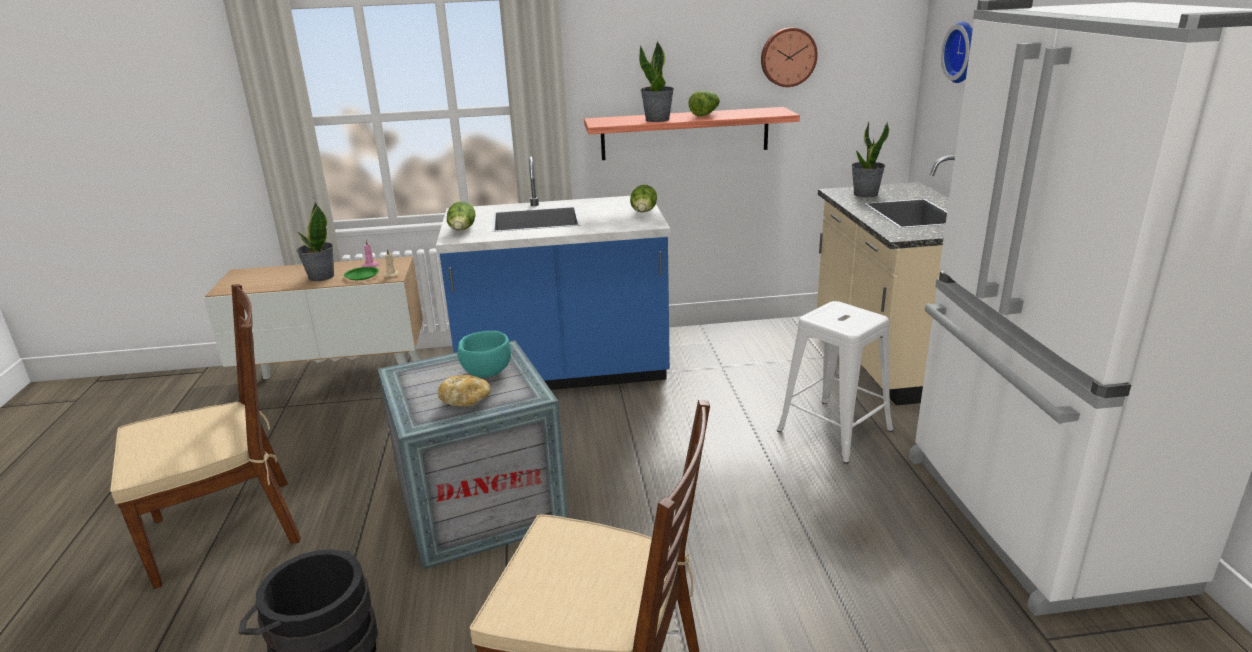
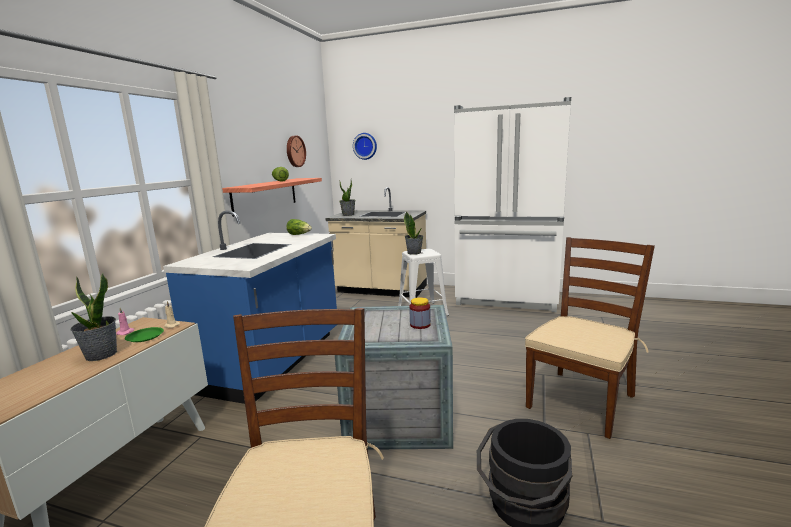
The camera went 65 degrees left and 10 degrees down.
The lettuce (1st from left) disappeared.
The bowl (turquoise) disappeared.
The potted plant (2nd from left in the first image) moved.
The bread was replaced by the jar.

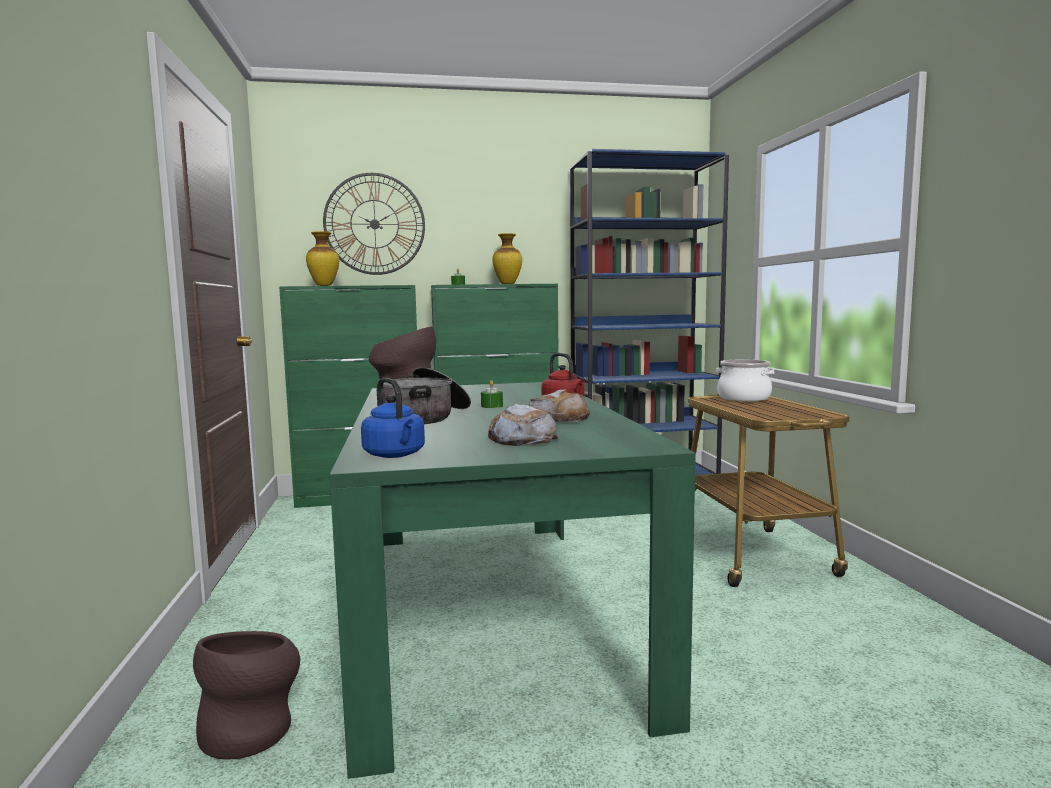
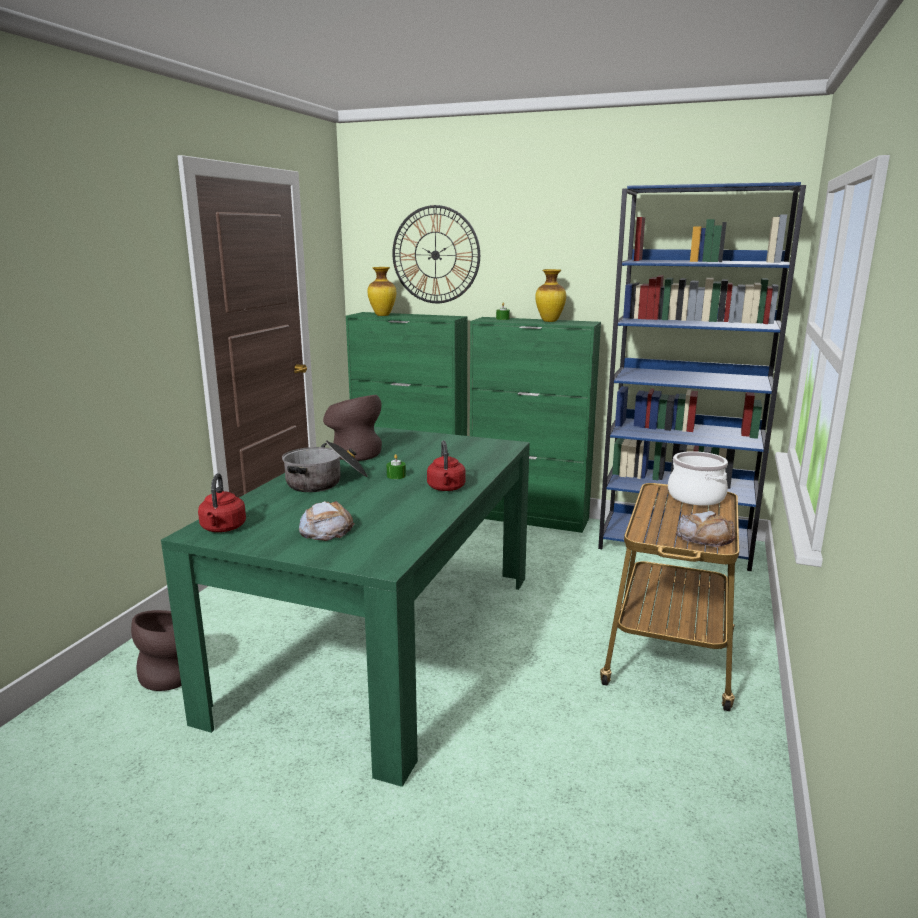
The camera went 30 degrees right and 10 degrees up.
The bread (2nd from left) moved.
The kettle (blue) became the kettle (red) (1st from left).

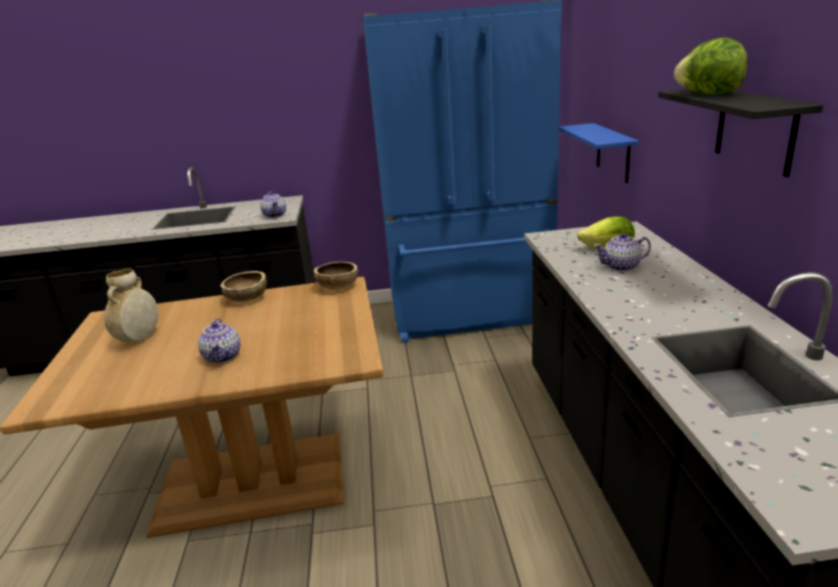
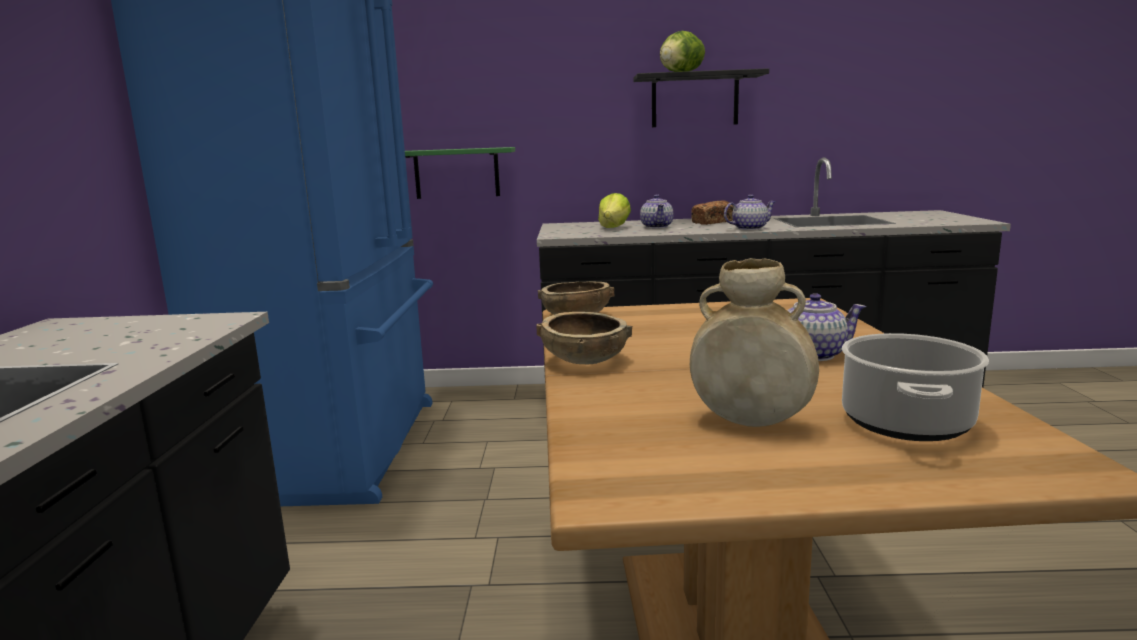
The camera went 85 degrees left and 10 degrees down.
The bread appeared.
The cooking pot appeared.
The teapot (2nd from left) moved.
The shelf (blue) became the shelf (green).

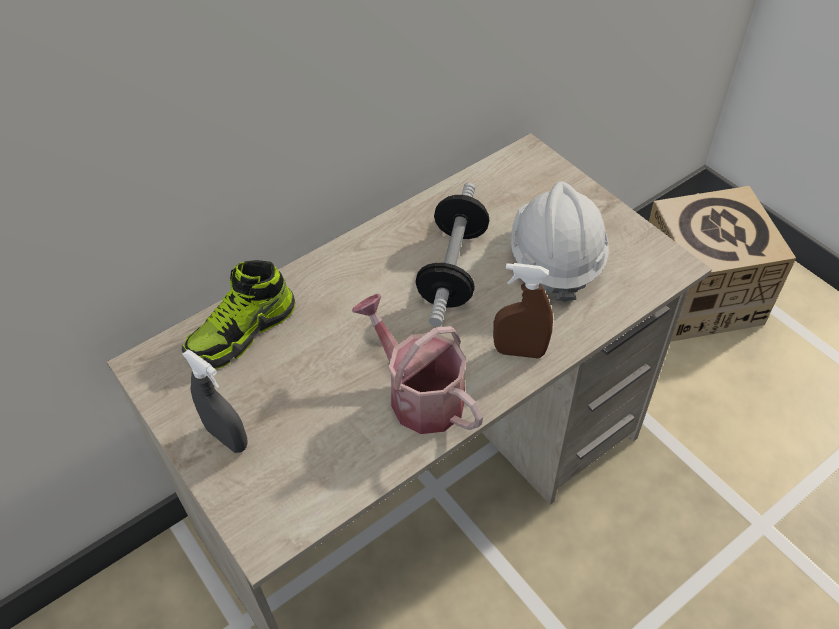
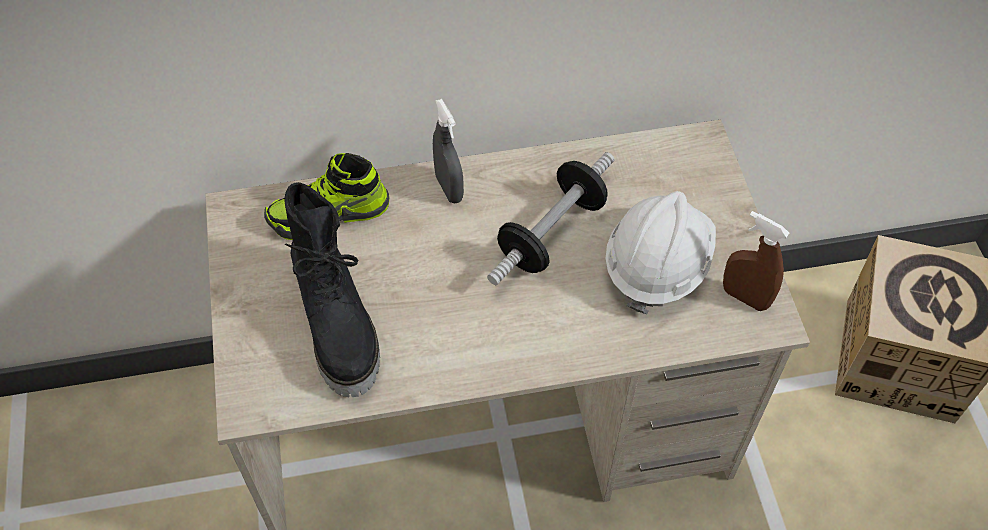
The camera went 25 degrees right and 5 degrees up.
The watering can disappeared.
The boot (black) appeared.
The spray bottle (grey) moved.
The spray bottle (brown) moved.

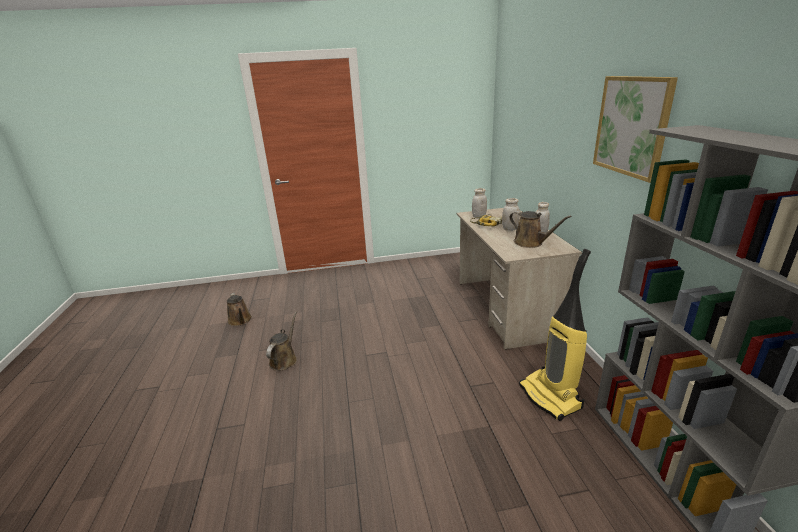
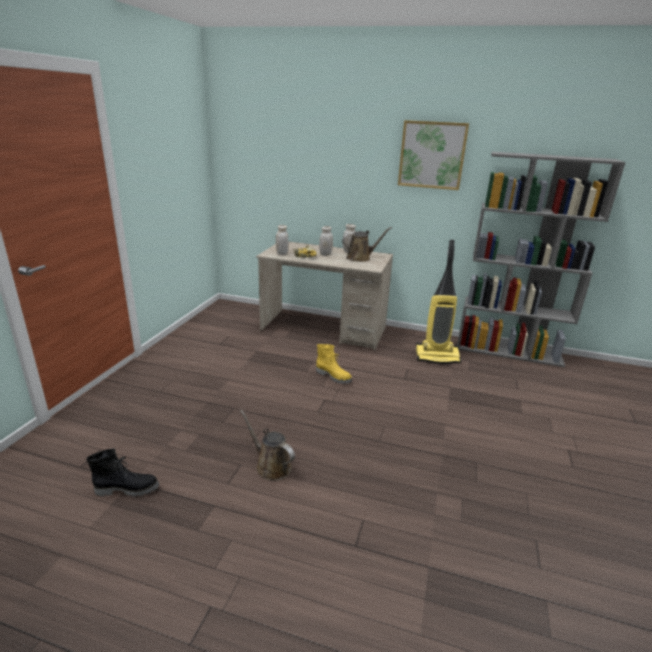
The camera went 65 degrees left and 0 degrees up.
The boot (yellow) appeared.
The watering can (brown) (1st from left) was replaced by the boot (black).

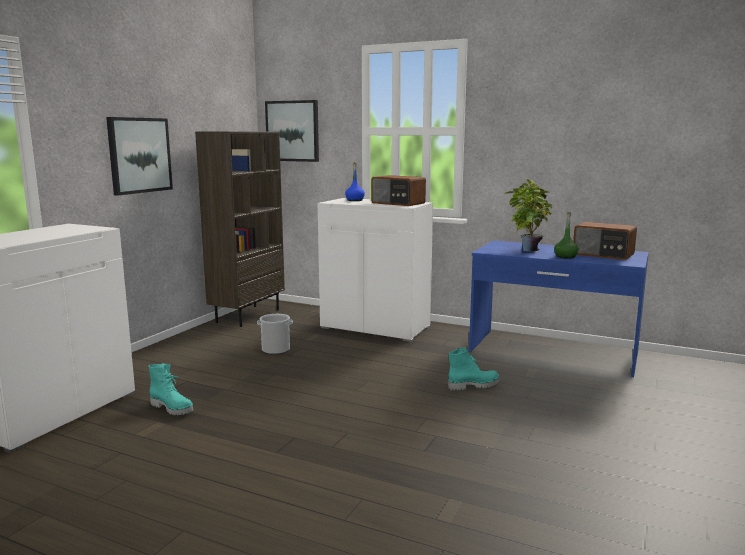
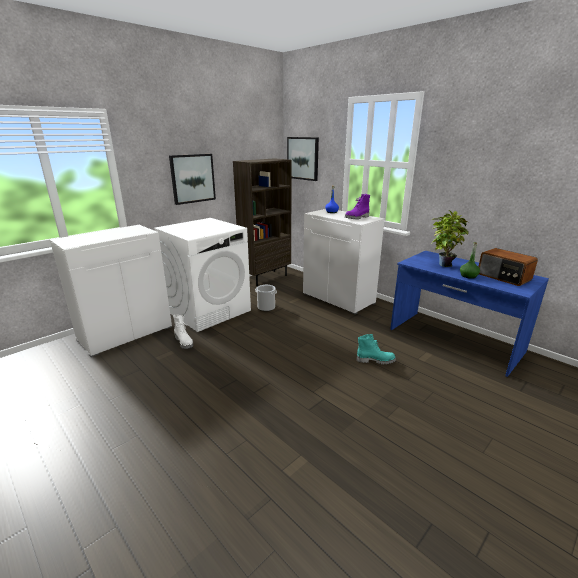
The camera went 20 degrees right and 10 degrees up.
The washing machine (white) appeared.
The radio (1st from left) was replaced by the boot (purple).
The boot (turquoise) (1st from left) became the boot (white).

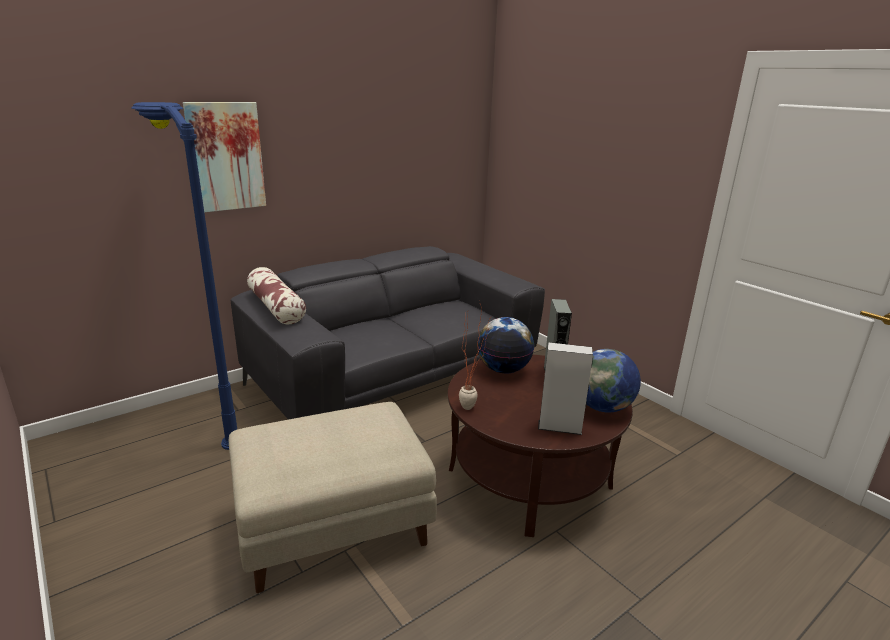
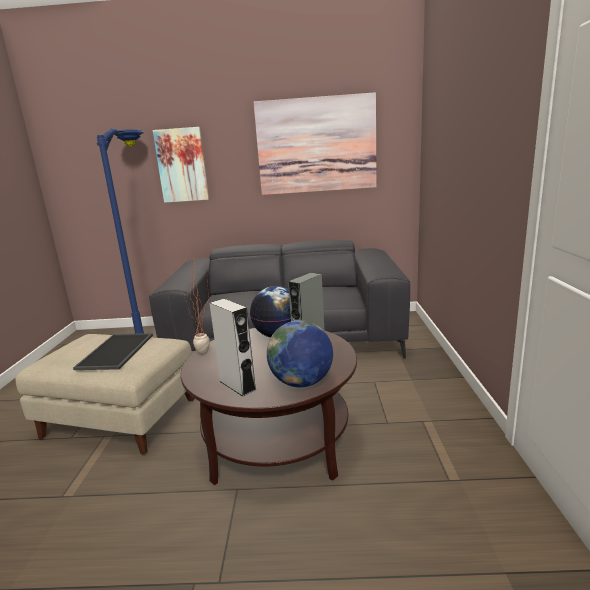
The camera went 40 degrees right and 5 degrees down.
The pillow disappeared.
The tray appeared.
The picture (2nd from left) appeared.

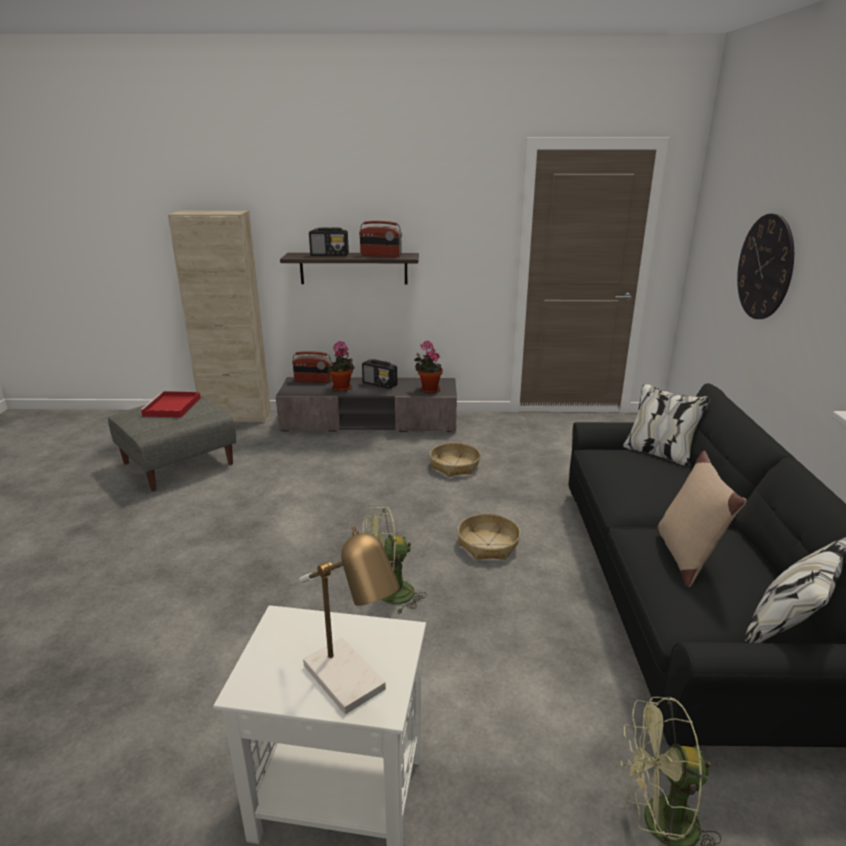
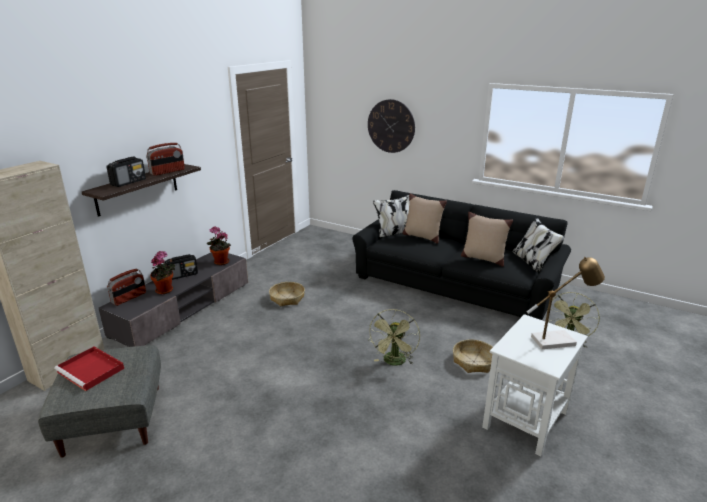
The camera went 60 degrees left and 0 degrees up.
The pillow (beige) (1st from left) appeared.
The basket (2nd from left) moved.

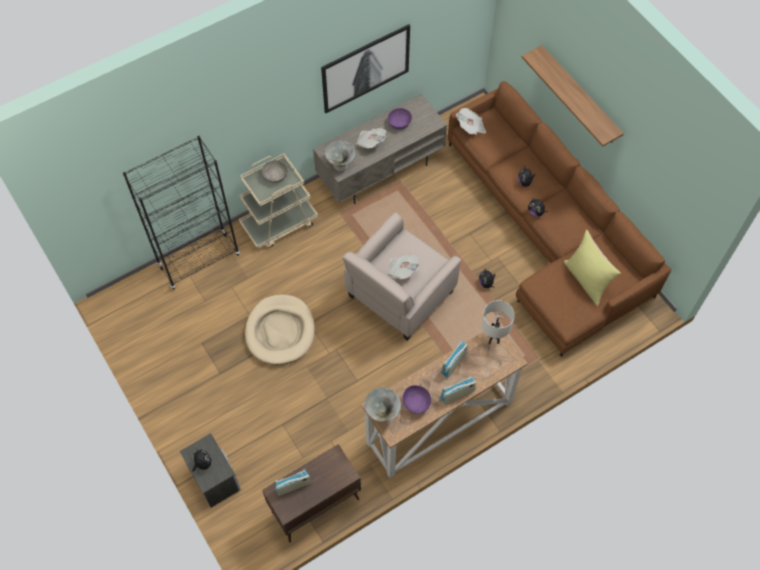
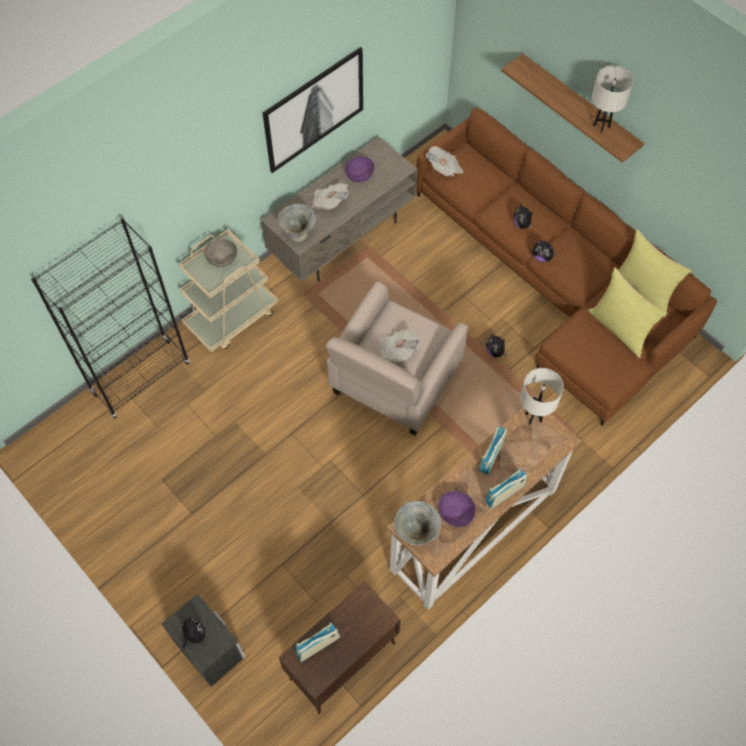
The camera went 10 degrees left and 0 degrees up.
The dog bed (beige) disappeared.
The table lamp (white) (2nd from left) appeared.
The pillow (yellow) (2nd from left) appeared.

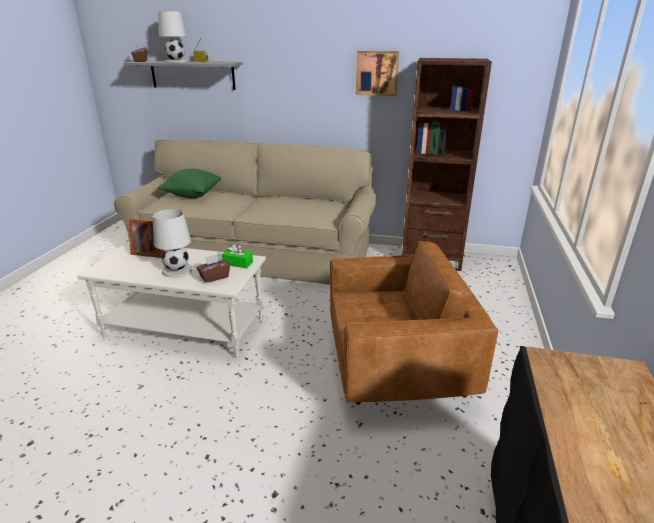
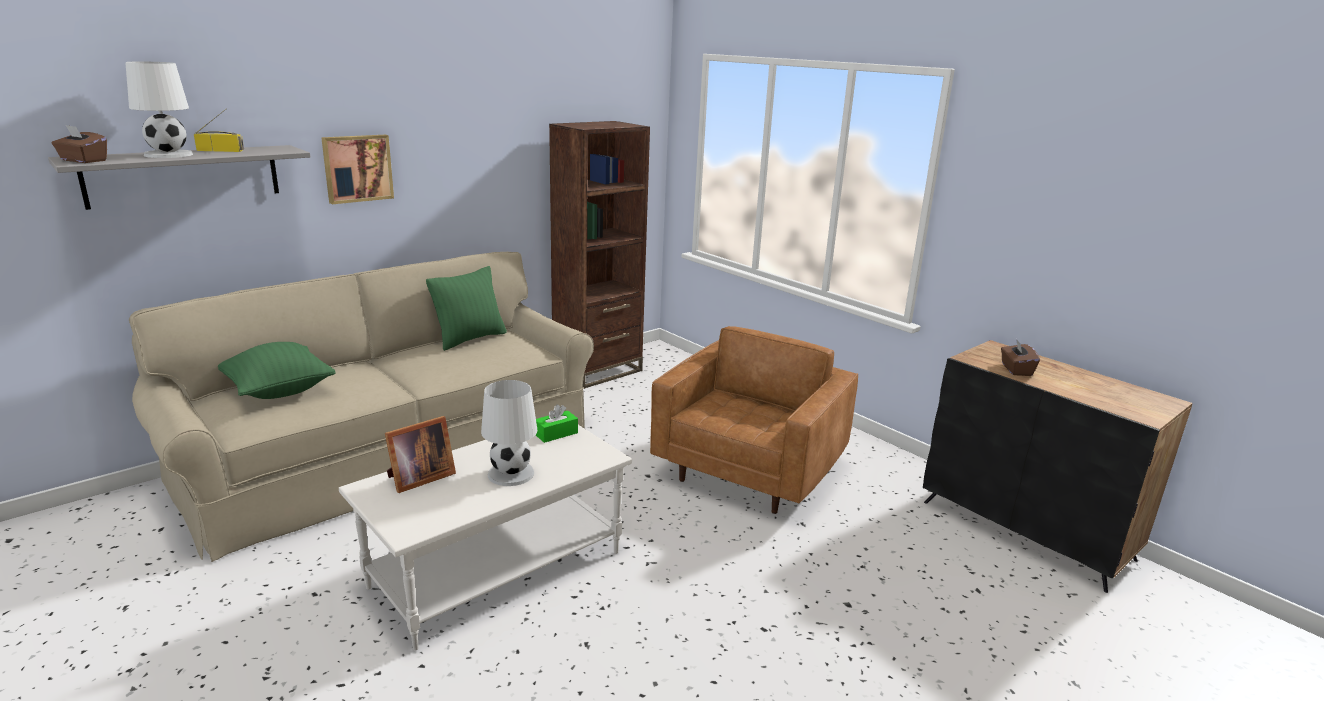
The camera went 55 degrees left and 5 degrees down.
The pillow (green) (2nd from left) appeared.
The tissue box (brown) (2nd from left) moved.
The picture moved.

